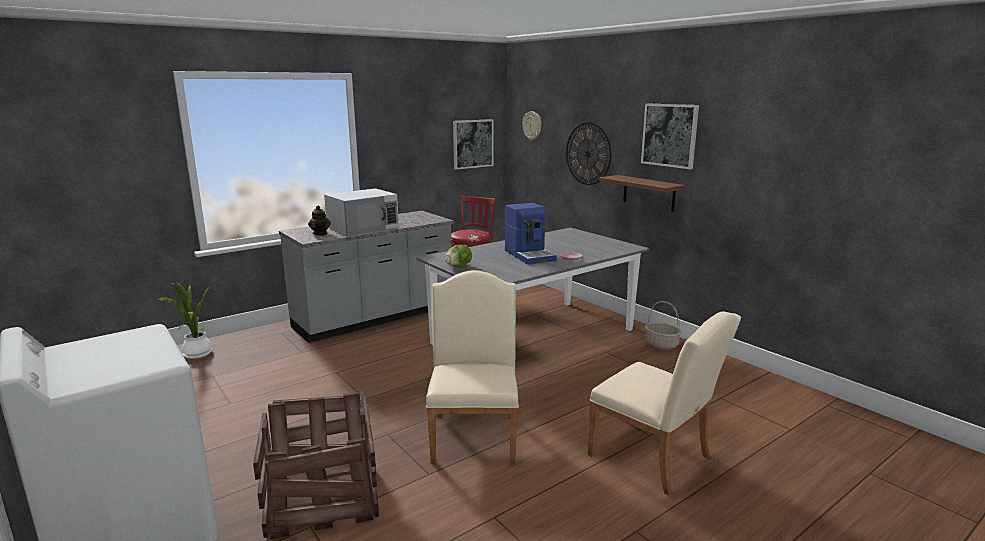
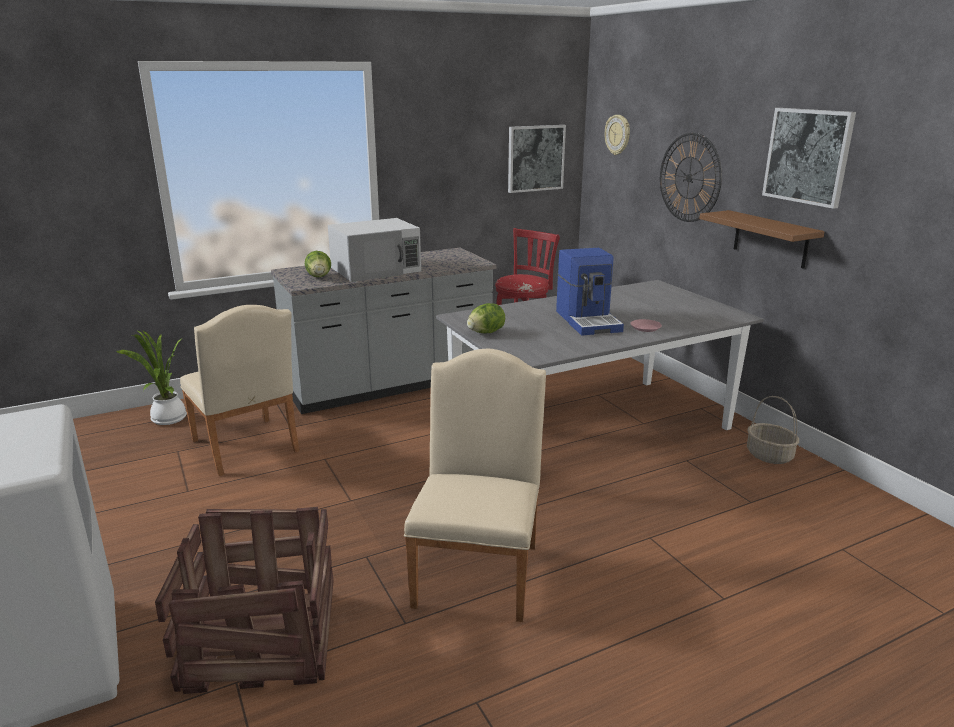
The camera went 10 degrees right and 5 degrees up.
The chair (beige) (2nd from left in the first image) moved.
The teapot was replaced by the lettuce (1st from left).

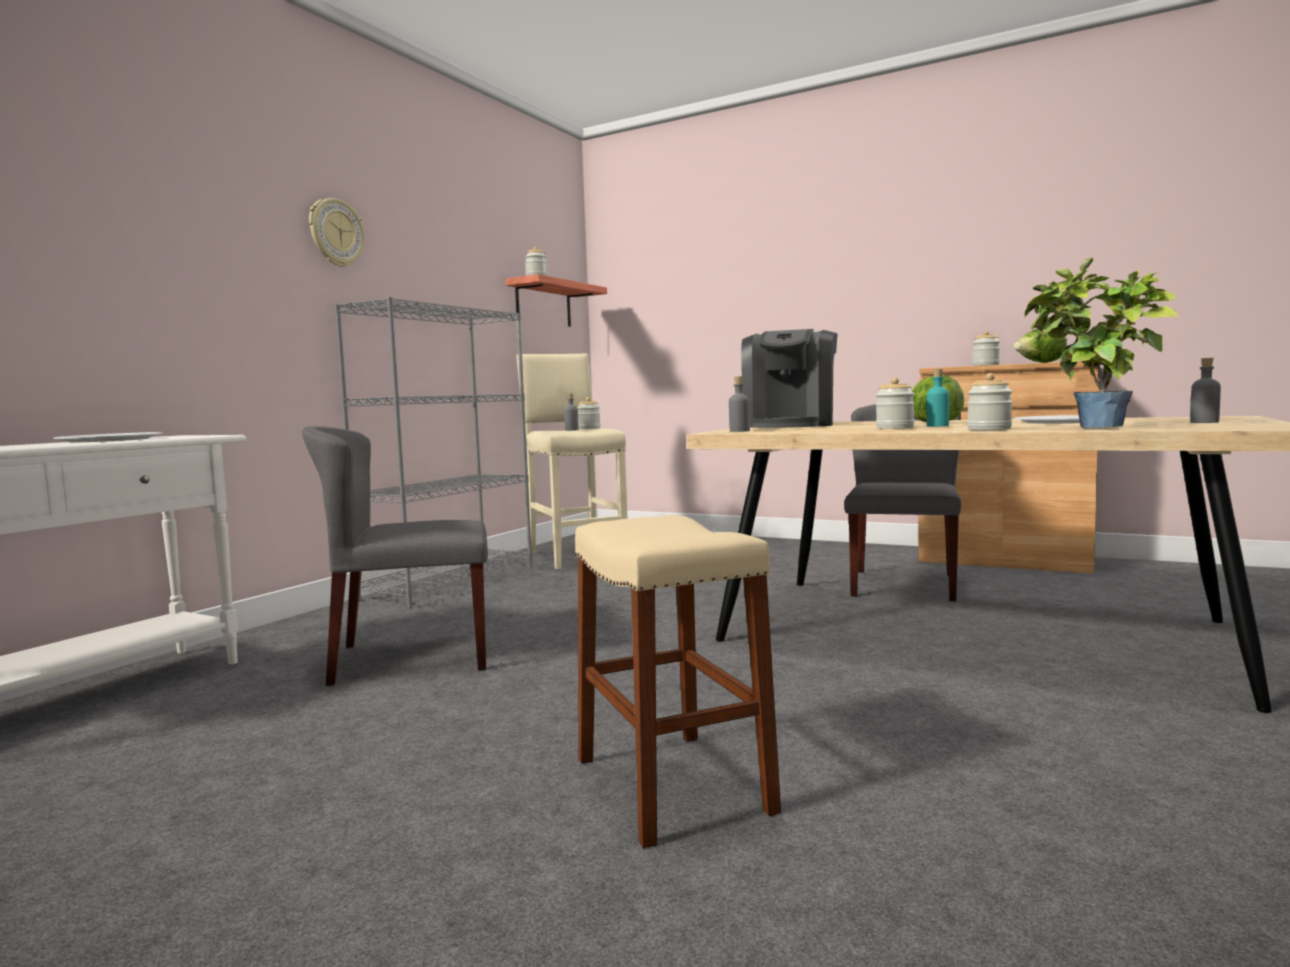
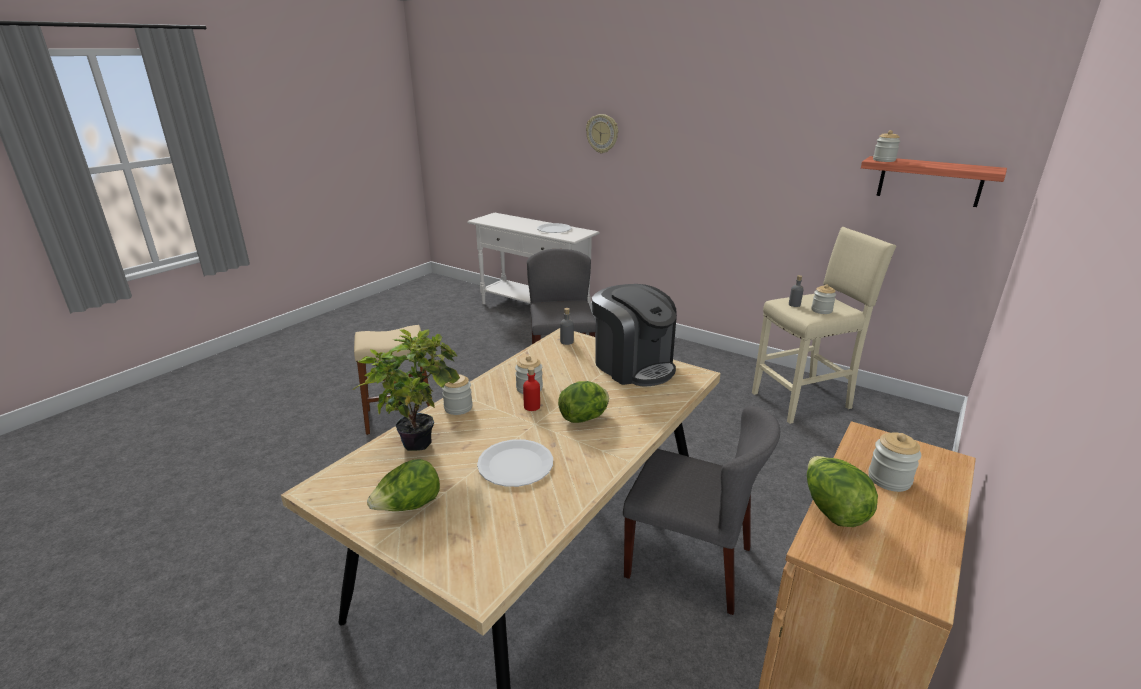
The camera went 95 degrees right and 20 degrees up.
The bookcase (grey) disappeared.
The wall clock moved.
The bottle (grey) (3rd from left) was replaced by the lettuce (1st from left).
The bottle (turquoise) became the bottle (red).
The coffee machine turned 150 degrees counterclockwise.

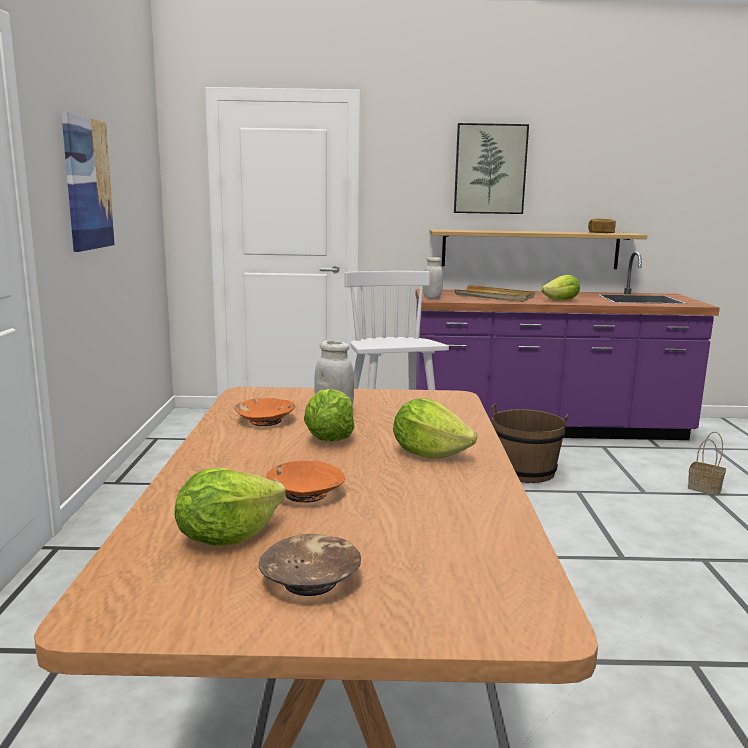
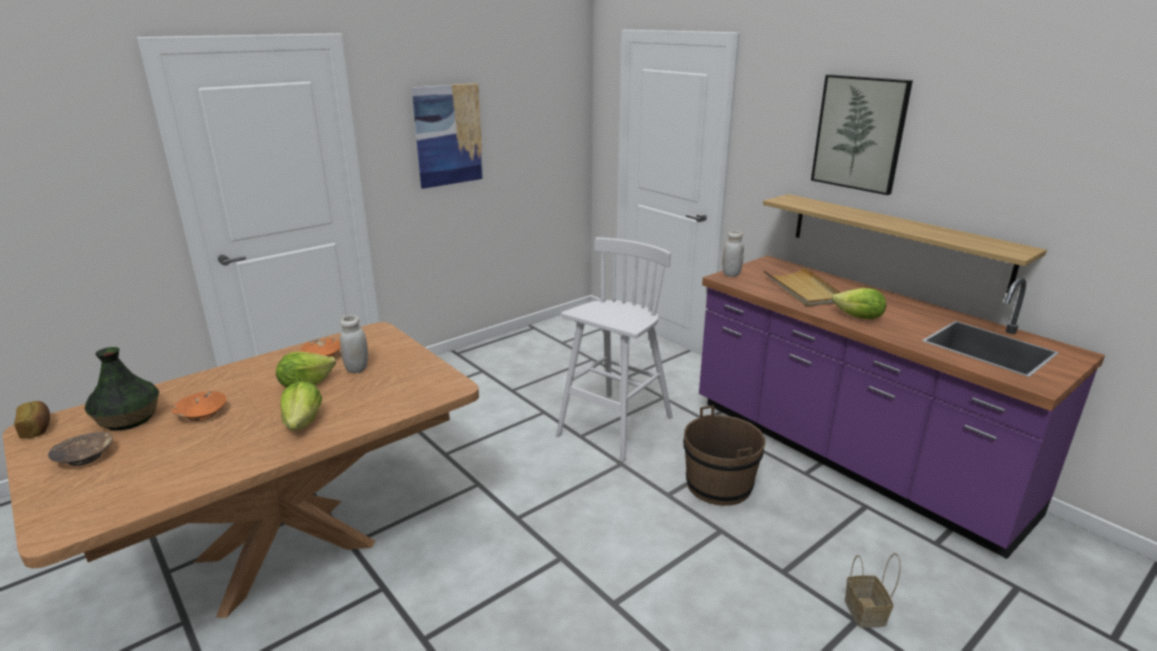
The camera went 50 degrees right and 10 degrees up.
The bread moved.
The lettuce (1st from left) was replaced by the vase.

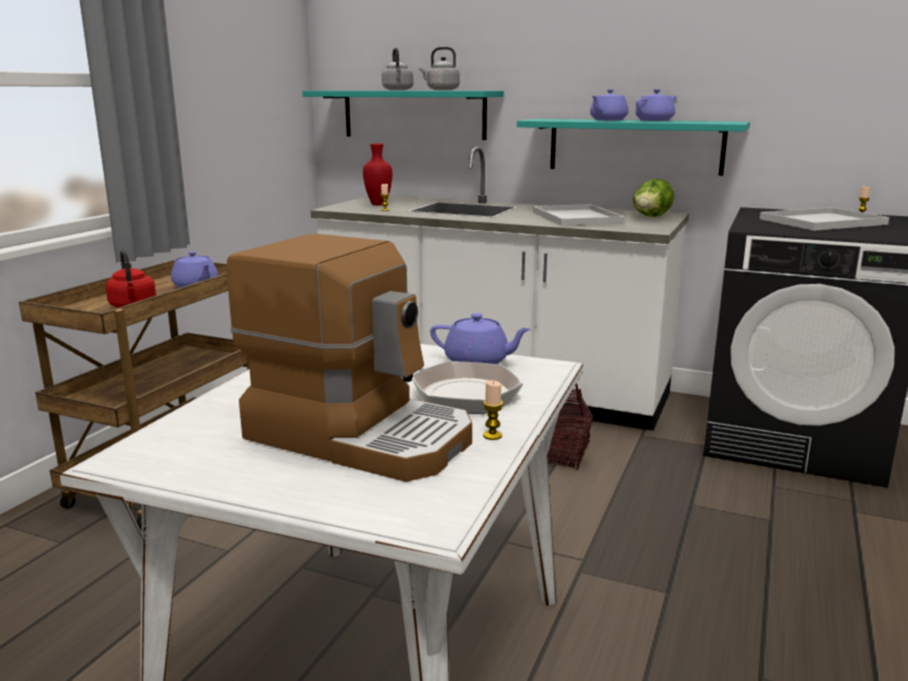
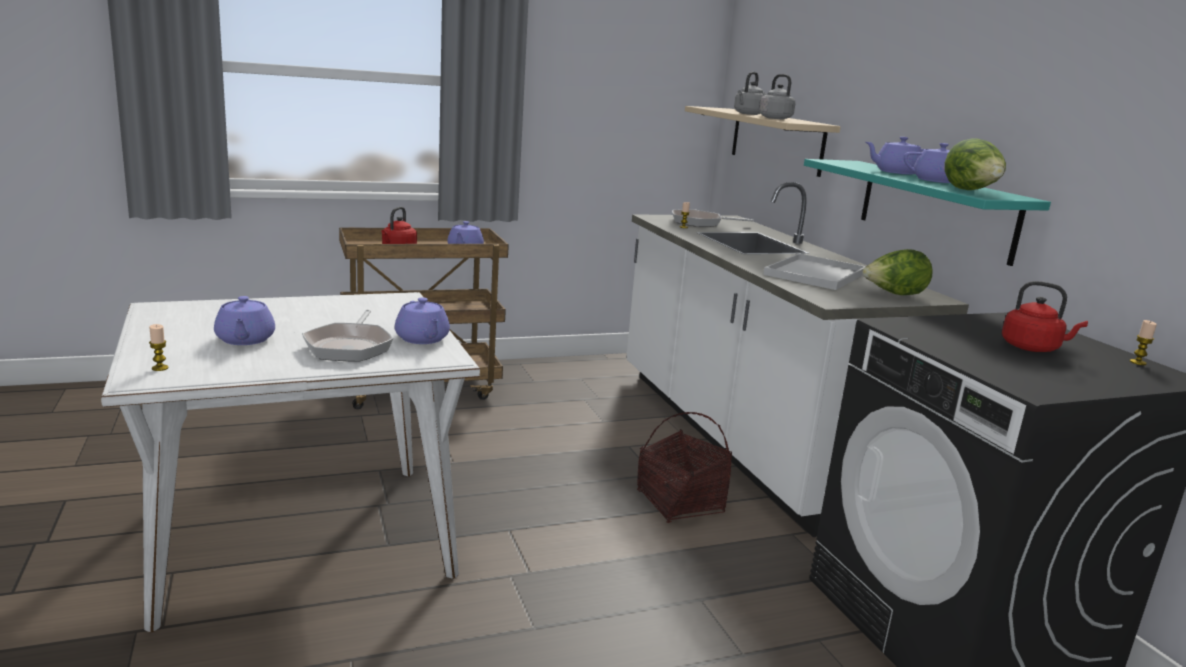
The camera went 45 degrees right and 0 degrees up.
The lettuce (2nd from left) appeared.
The candle (2nd from left in the first image) moved.
The coffee machine was replaced by the teapot (purple) (1st from left).
The vase (red) was replaced by the frying pan (2nd from left).
The tray (white) (2nd from left) was replaced by the kettle (red) (2nd from left).
The shelf (turquoise) (1st from left) became the shelf (beige).

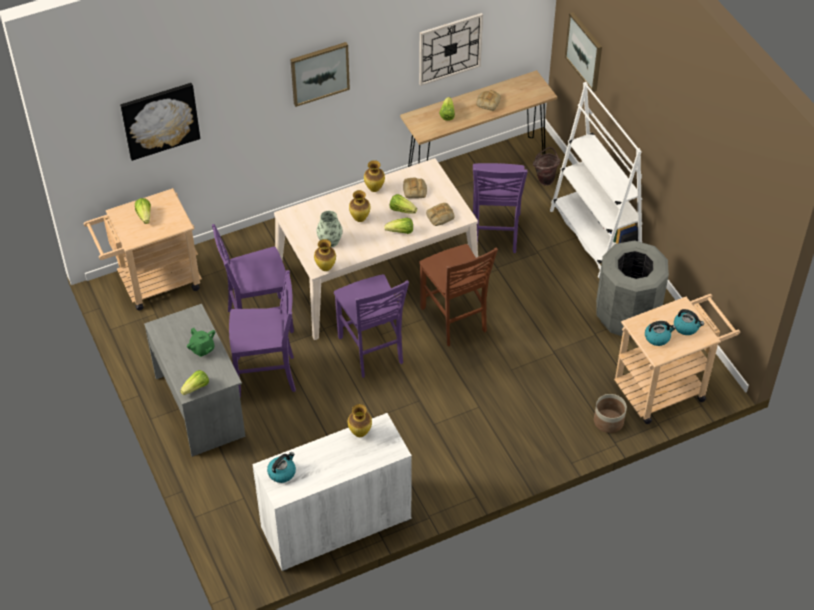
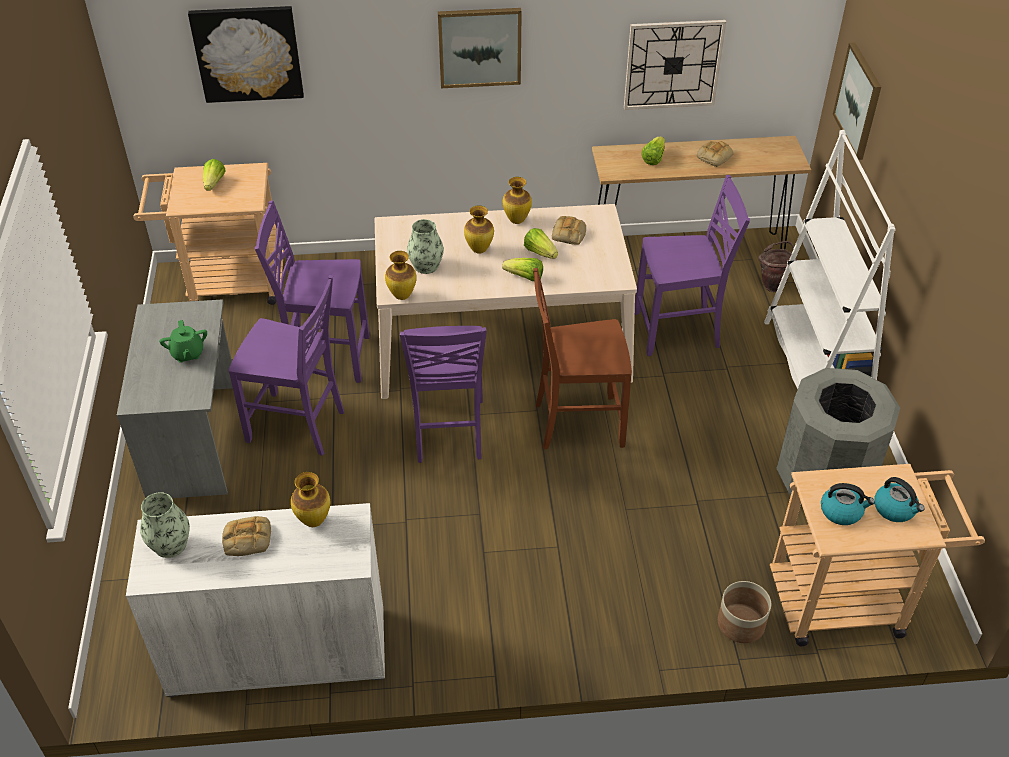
The camera went 20 degrees right and 5 degrees down.
The lettuce (2nd from left) disappeared.
The bread (2nd from left in the first image) moved.
The kettle (1st from left) was replaced by the vase (1st from left).
The chair (brown) turned 90 degrees clockwise.
The chair (purple) (4th from left) turned 120 degrees counterclockwise.

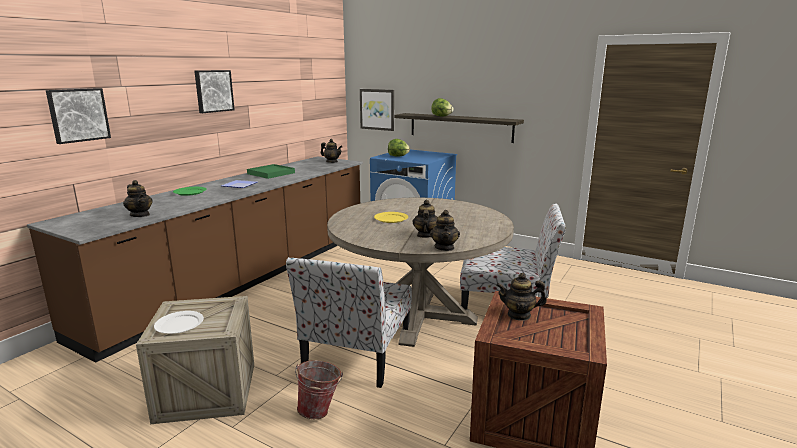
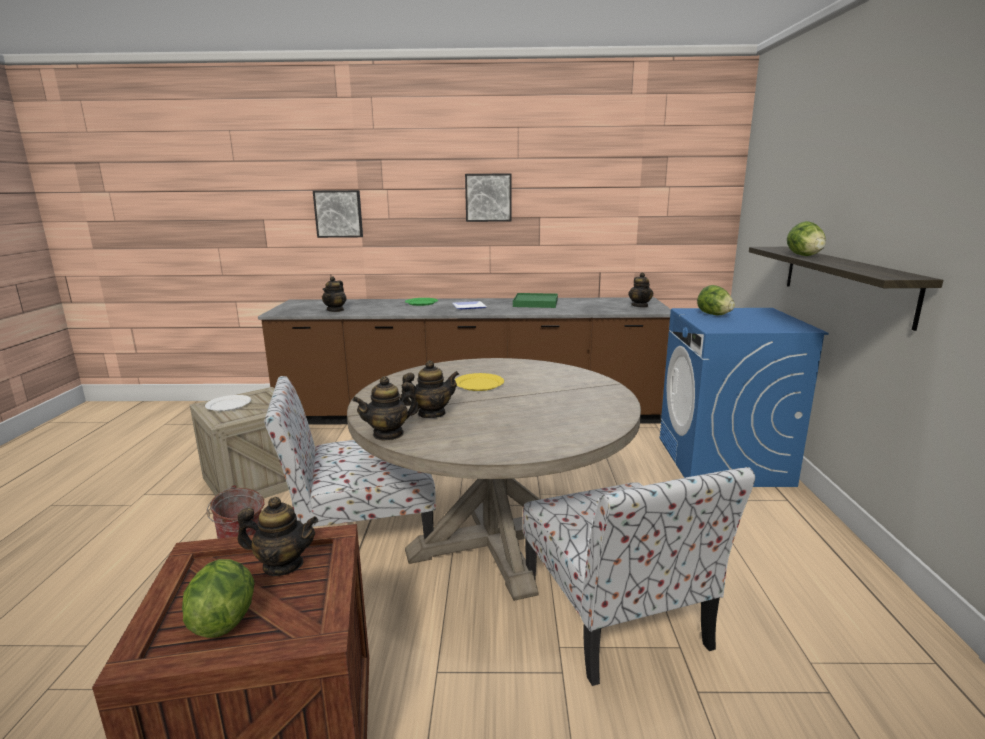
The camera went 60 degrees right and 0 degrees up.
The picture (3rd from left) disappeared.
The lettuce (1st from left) appeared.
The teapot (5th from left in the first image) turned 120 degrees clockwise.

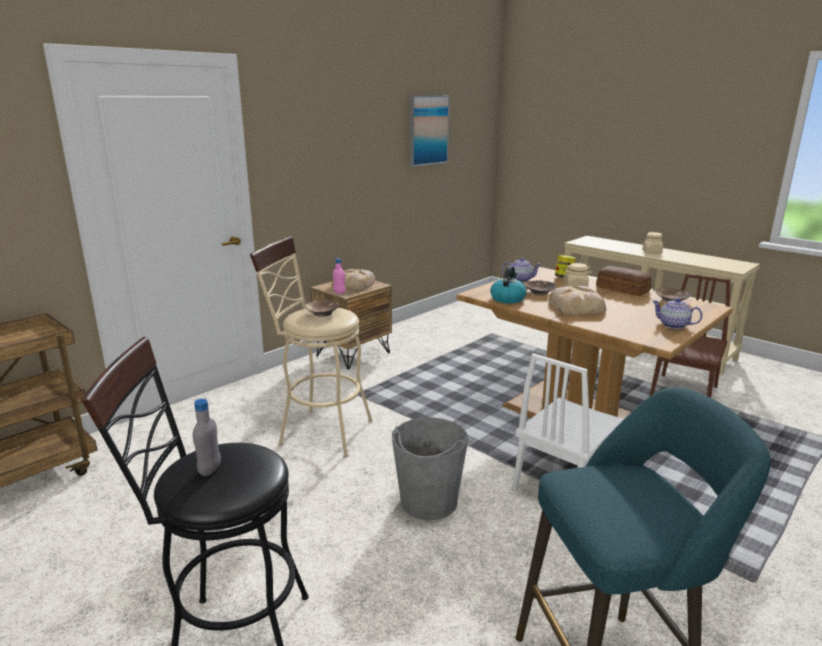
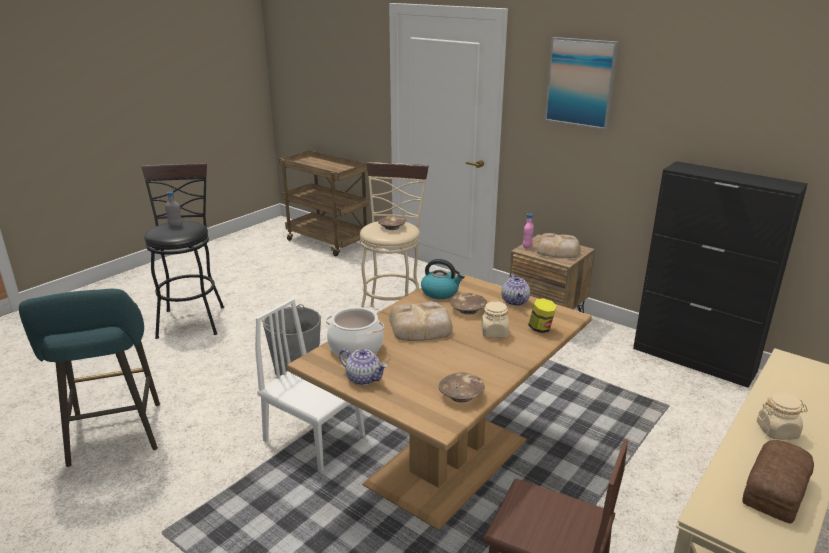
The camera went 85 degrees right and 5 degrees up.
The cooking pot appeared.
The cabinet (black) appeared.
The picture moved.
The bread (3rd from left) moved.
The teapot (2nd from left in the first image) turned 90 degrees clockwise.

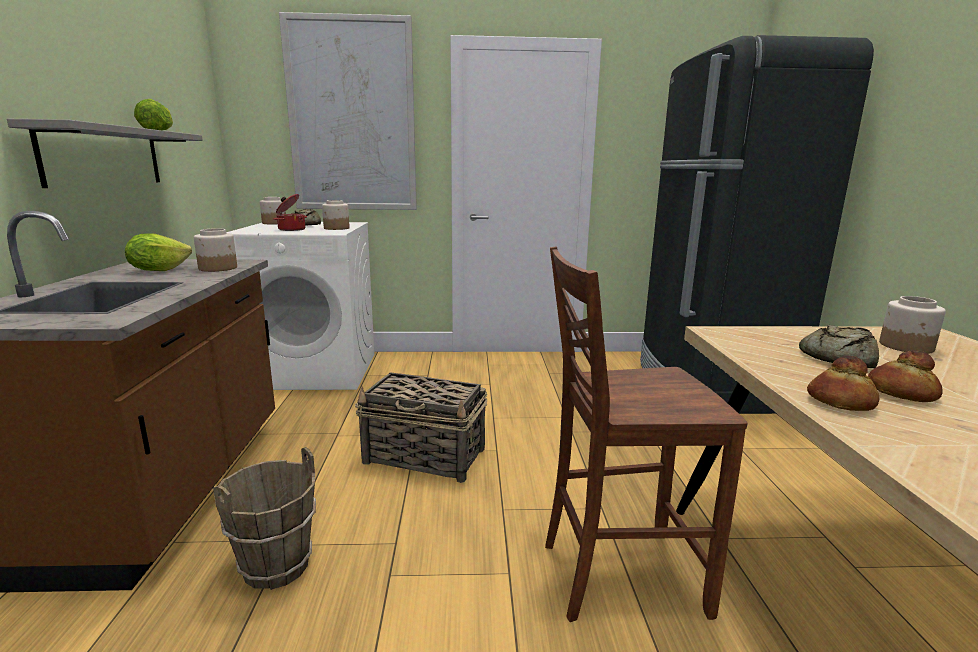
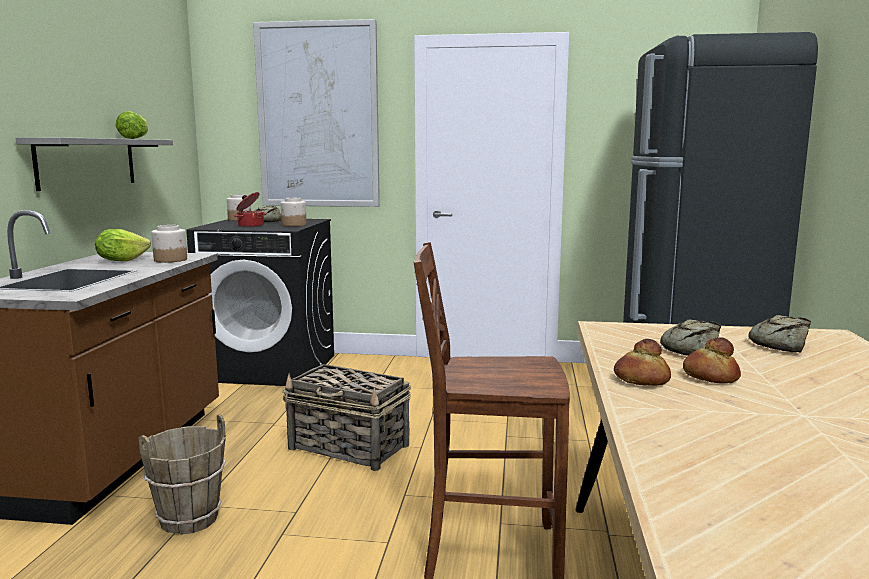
The camera went 10 degrees right and 5 degrees down.
The jar (4th from left) was replaced by the bread (5th from left).
The washing machine (white) became the washing machine (black).

